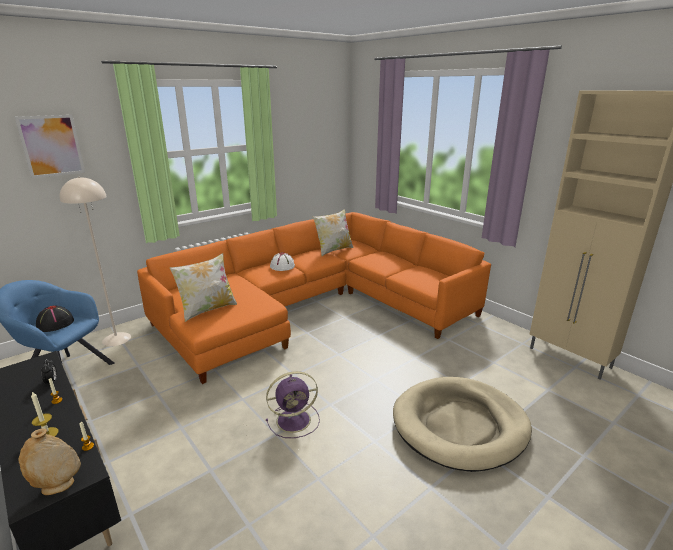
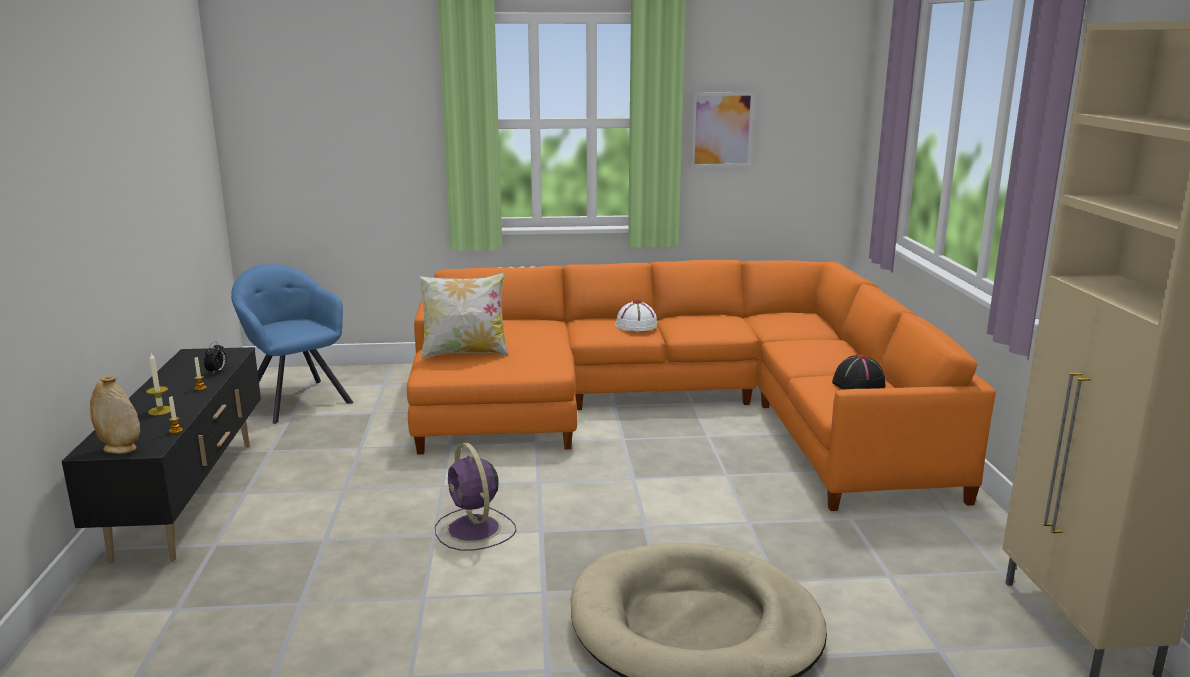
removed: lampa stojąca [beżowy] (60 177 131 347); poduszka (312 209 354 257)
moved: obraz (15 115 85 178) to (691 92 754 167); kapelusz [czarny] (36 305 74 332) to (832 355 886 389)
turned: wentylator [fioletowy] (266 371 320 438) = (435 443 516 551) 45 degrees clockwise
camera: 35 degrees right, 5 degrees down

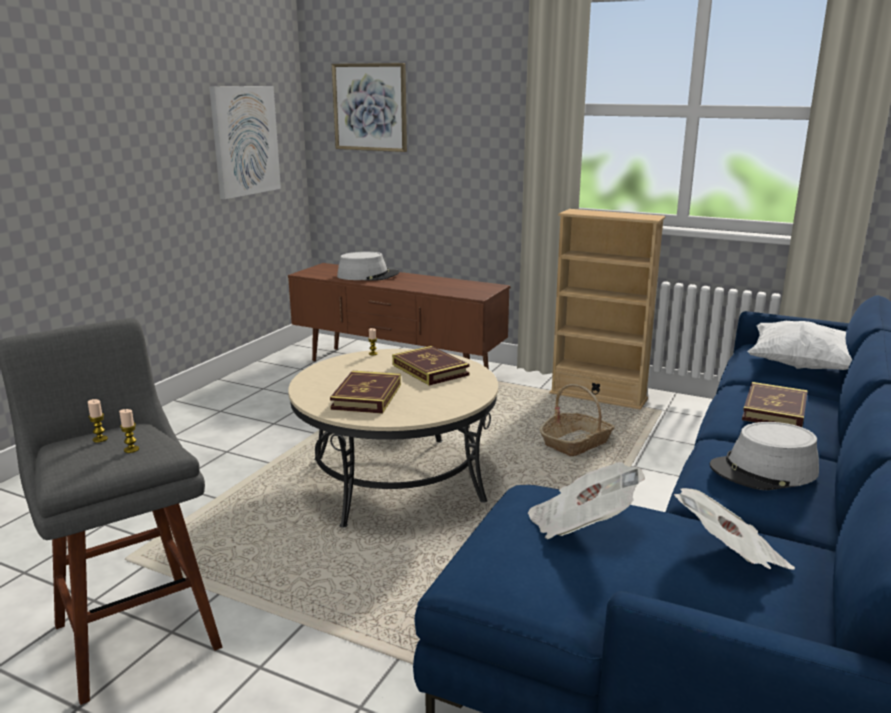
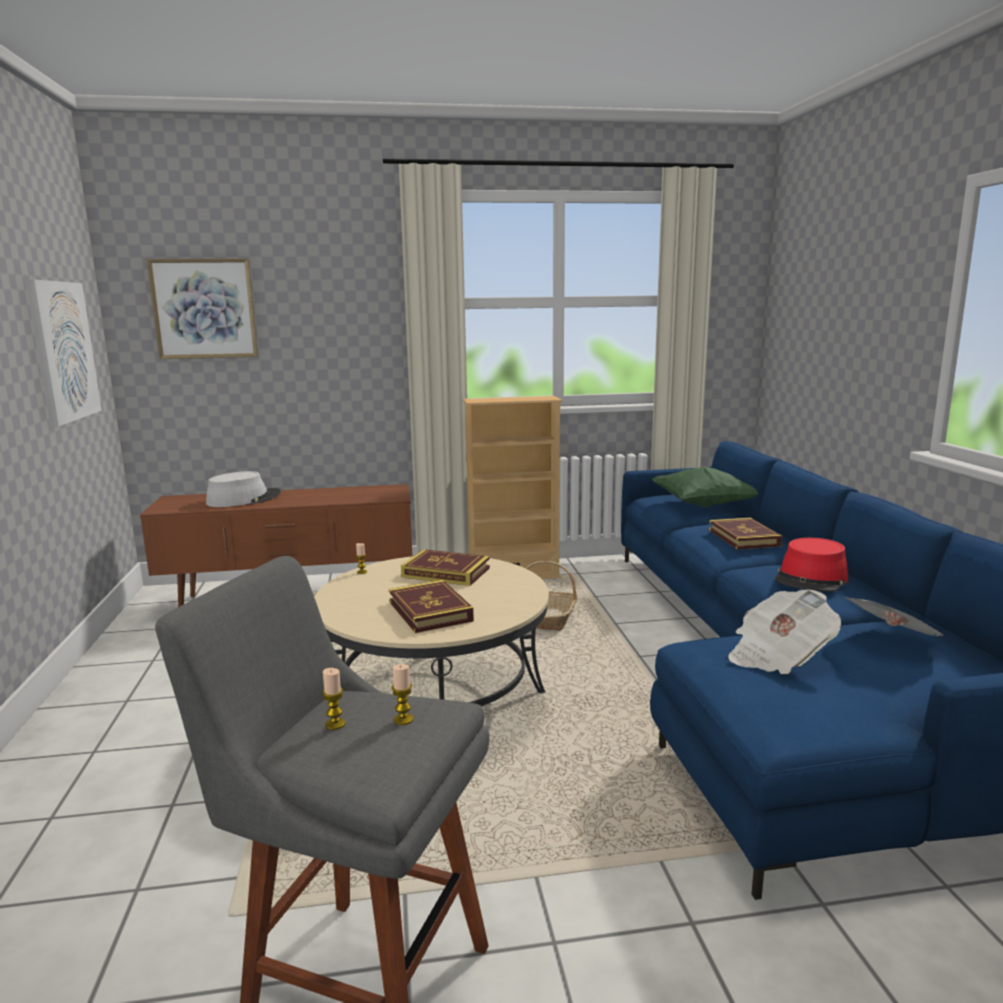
recoloured: kapelusz [szary] (710 422 819 490) to kapelusz [czerwony] (774 538 848 592); poduszka [biały] (747 321 852 370) to poduszka [zielony] (651 467 758 507)
camera: 35 degrees left, 5 degrees down

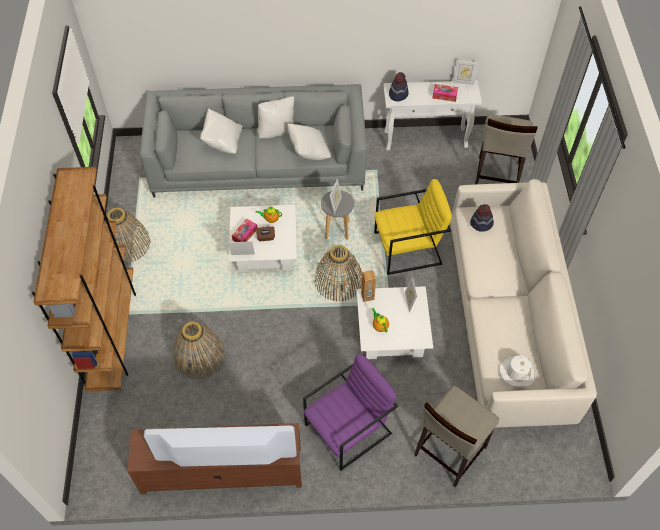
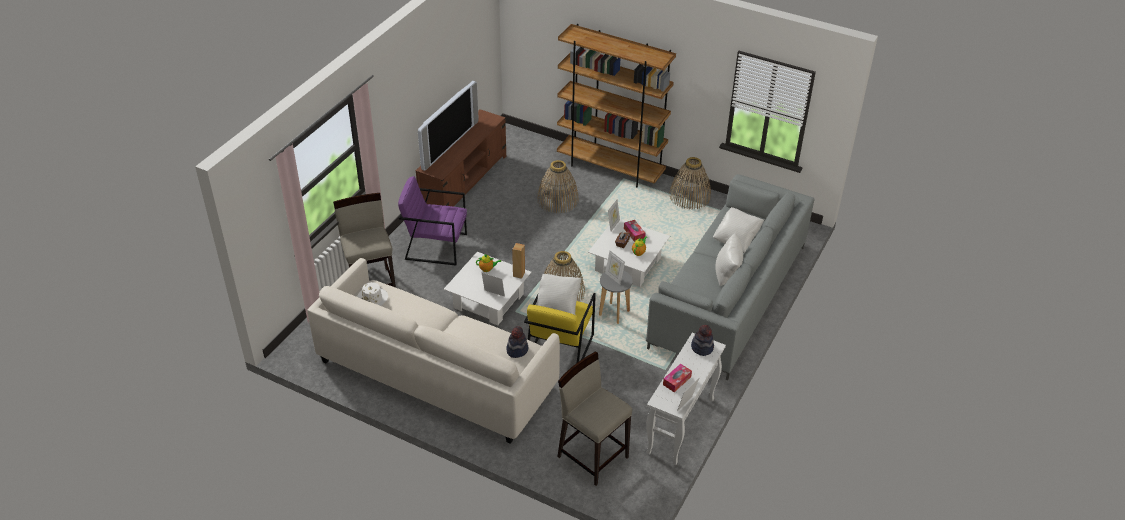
moved: poduszka [biały] (287 123 331 160) to (536 274 582 315)
turned: fotel [fioletowy] (303 354 398 471) = (398 176 467 266) 105 degrees clockwise
camera: 120 degrees right, 15 degrees down

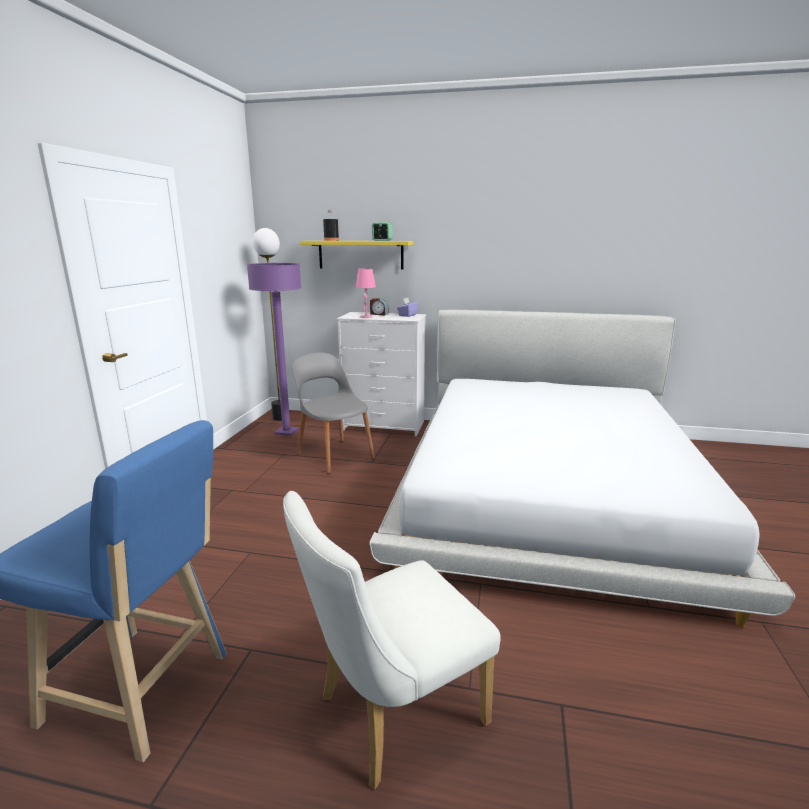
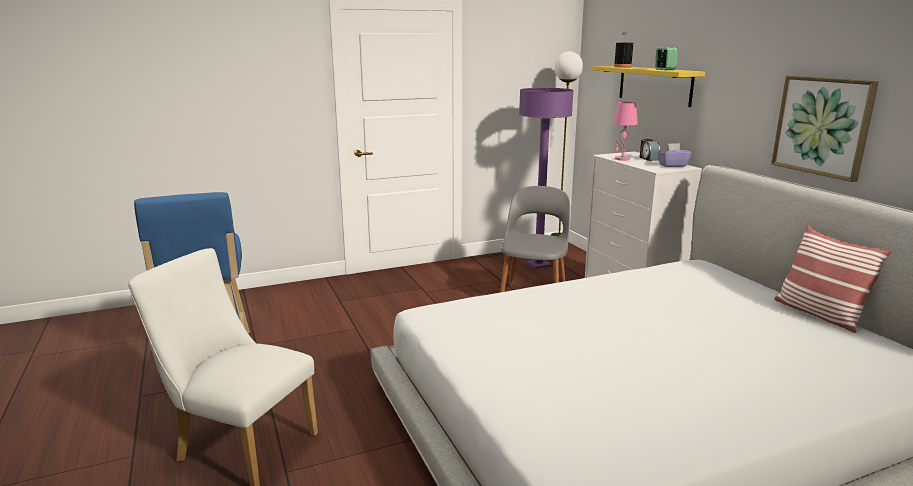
added: obraz (771 76 879 182); poduszka (774 226 891 333)
camera: 55 degrees right, 0 degrees up

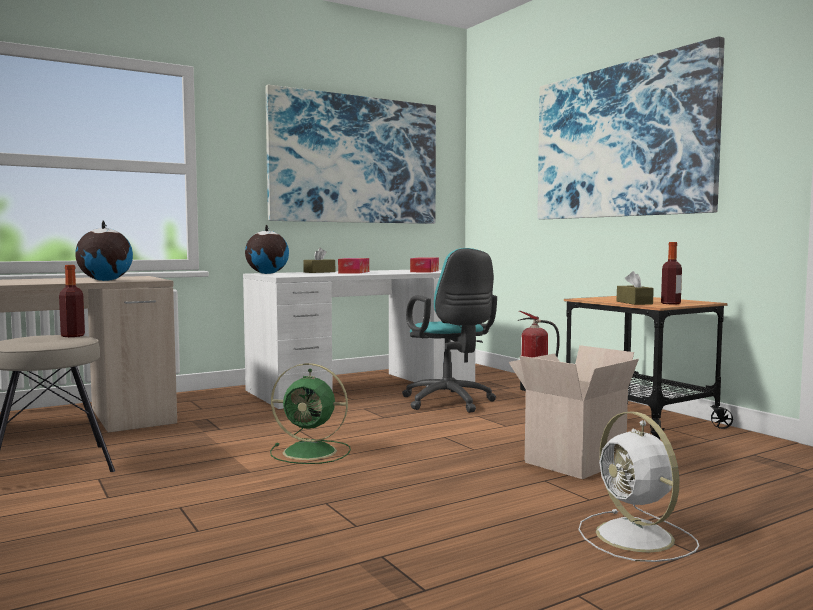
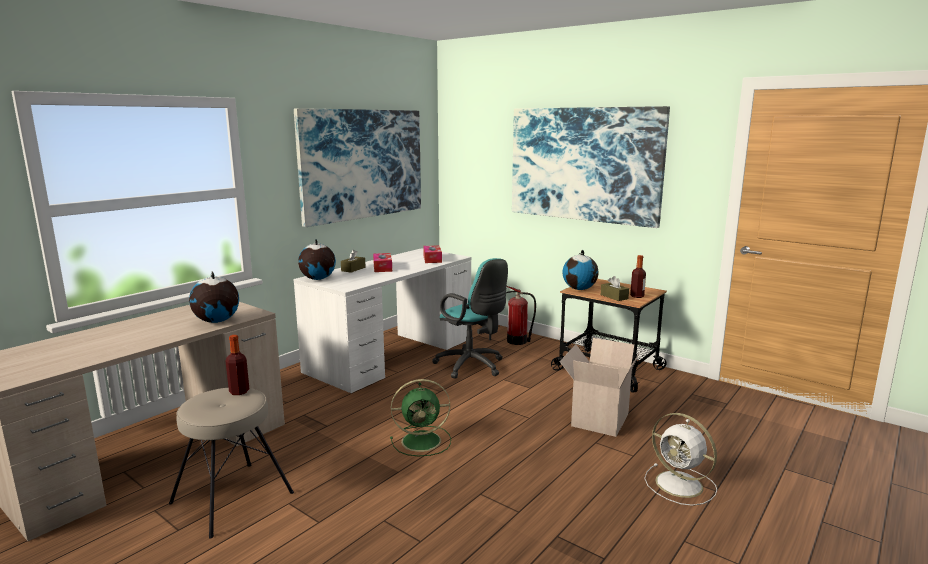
added: globus (562 250 599 290)
camera: 20 degrees left, 10 degrees up

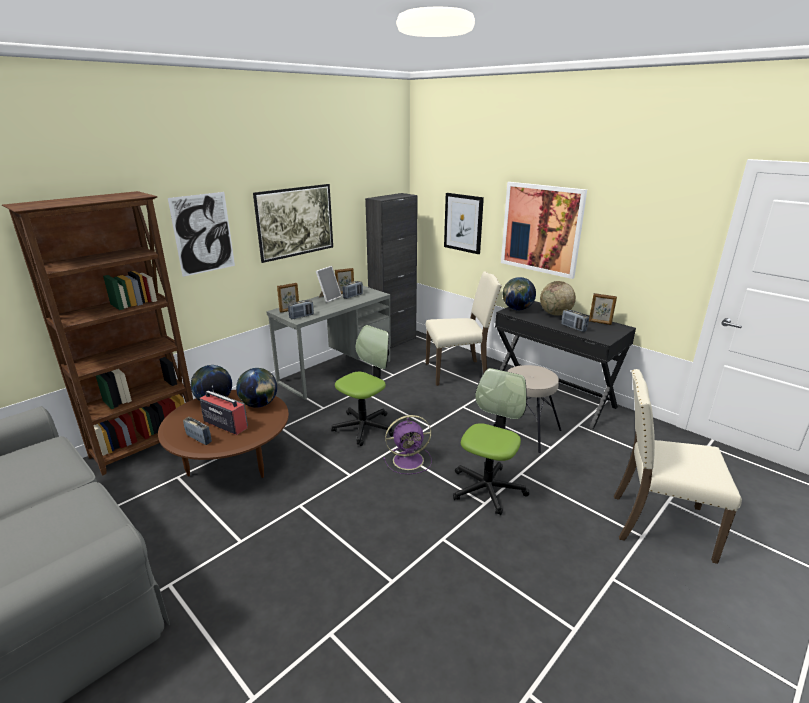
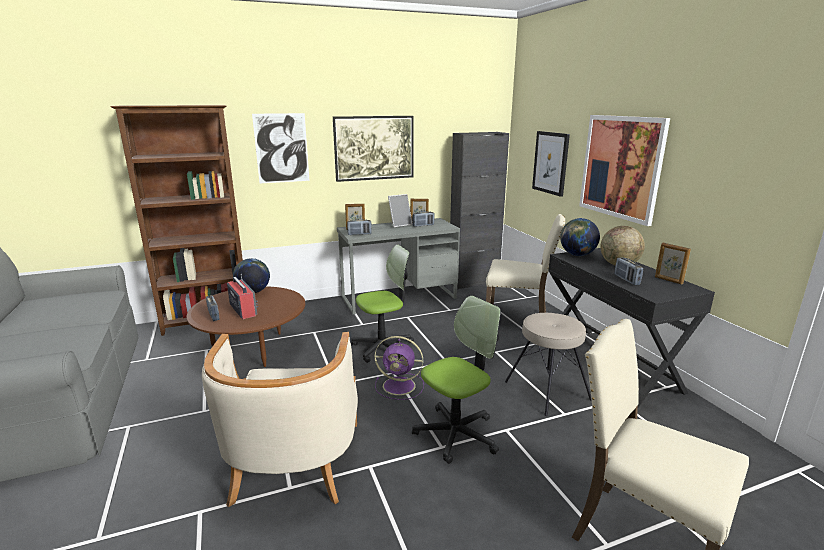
removed: globus (236 368 277 408)
added: fotel [beżowy] (202 332 358 507)
camera: 25 degrees right, 5 degrees down

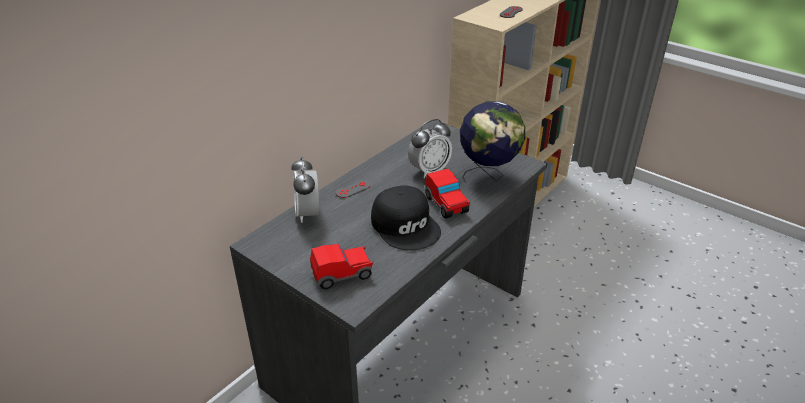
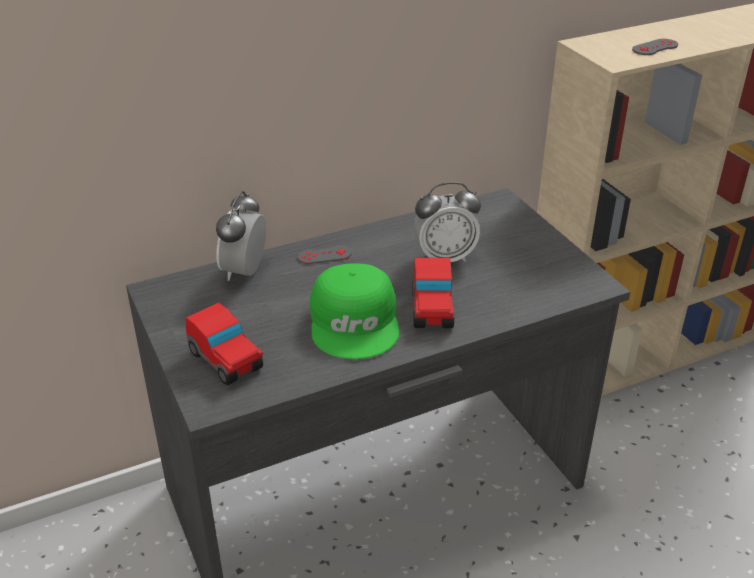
removed: globus (460 101 525 183)
recoloured: czapka z daszkiem [czarny] (371 185 441 251) to czapka z daszkiem [zielony] (310 263 399 359)
turned: samochodzik (310 244 373 289) = (186 302 263 385) 45 degrees clockwise
camera: 25 degrees right, 0 degrees up

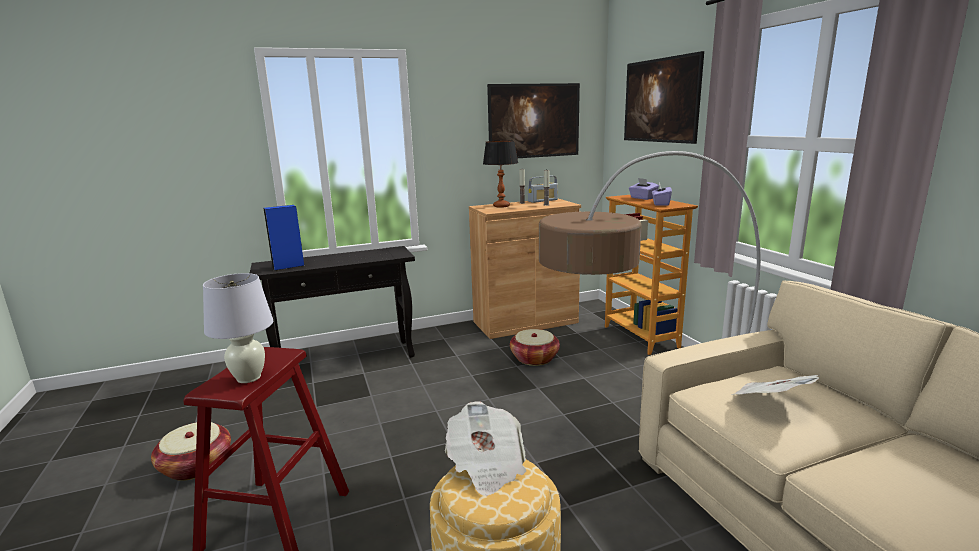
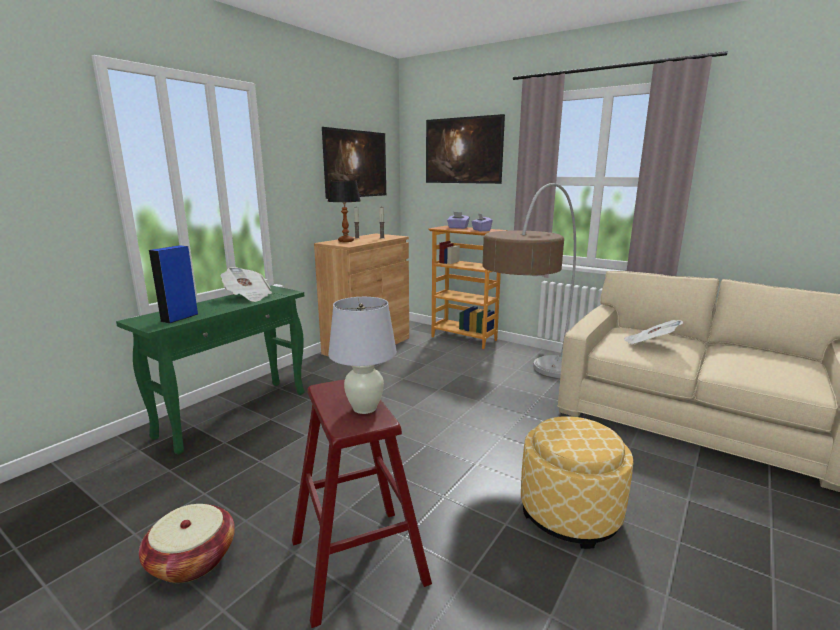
removed: koszyk (510 329 560 366); radio (528 176 558 203)
moved: gazeta (445 401 526 496) to (221 267 272 302)
recoloured: stolik konsolowy [czarny] (250 246 415 358) to stolik konsolowy [zielony] (116 285 305 455)
camera: 35 degrees left, 0 degrees up

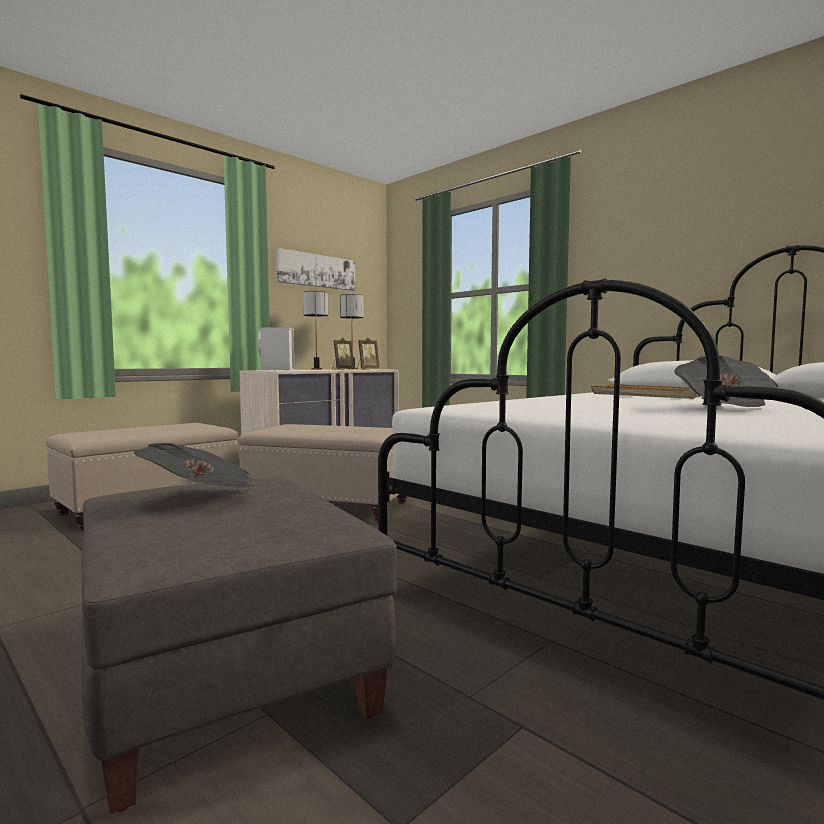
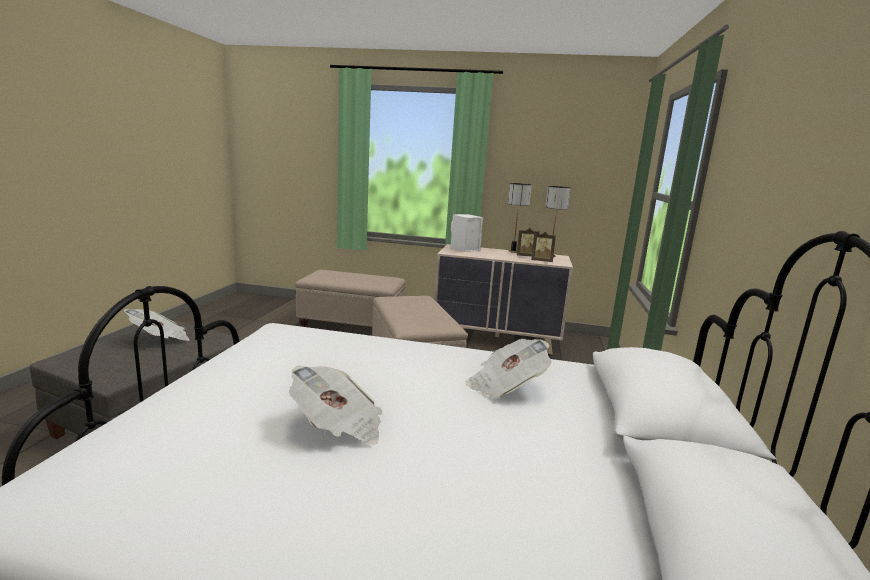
removed: obraz (276 248 355 291)
replaced: taca [beżowy] (591 384 700 399) to gazeta (466 339 551 398)
camera: 55 degrees right, 10 degrees up

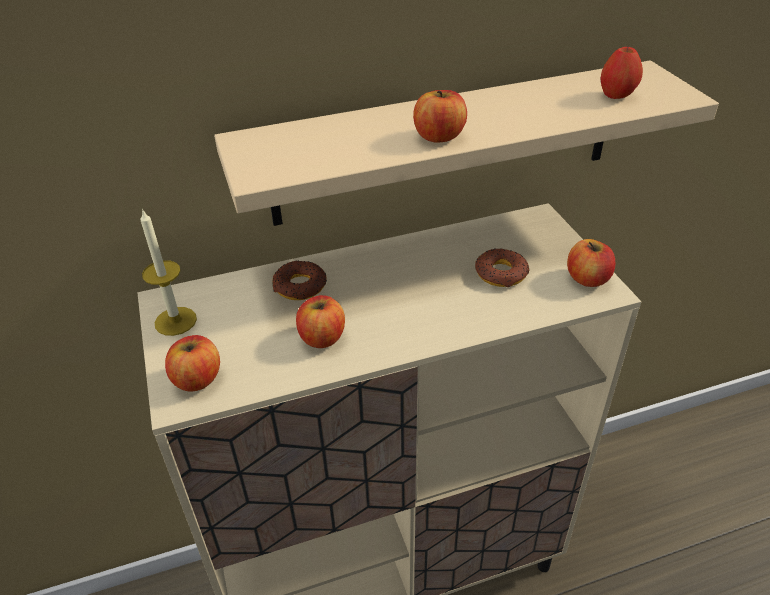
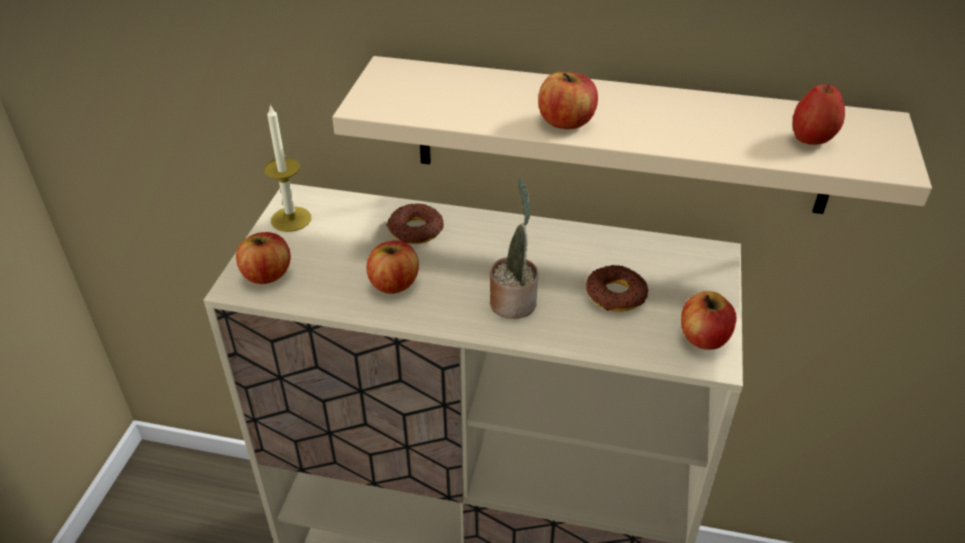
added: roślina doniczkowa (490 178 538 319)
camera: 30 degrees right, 0 degrees up

